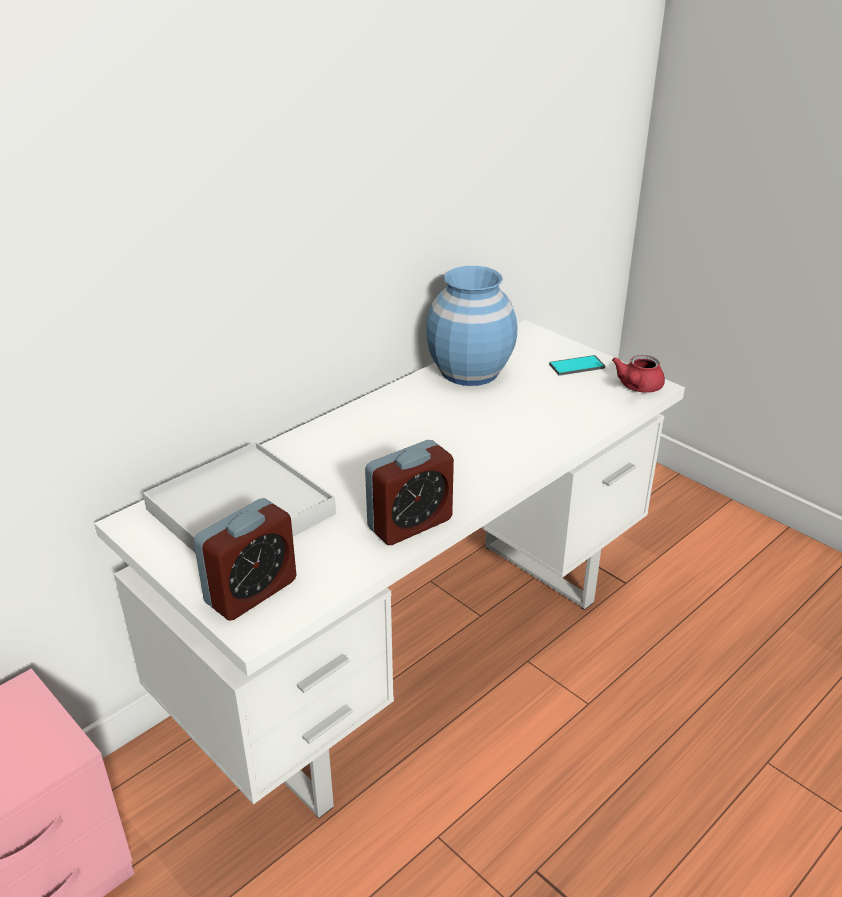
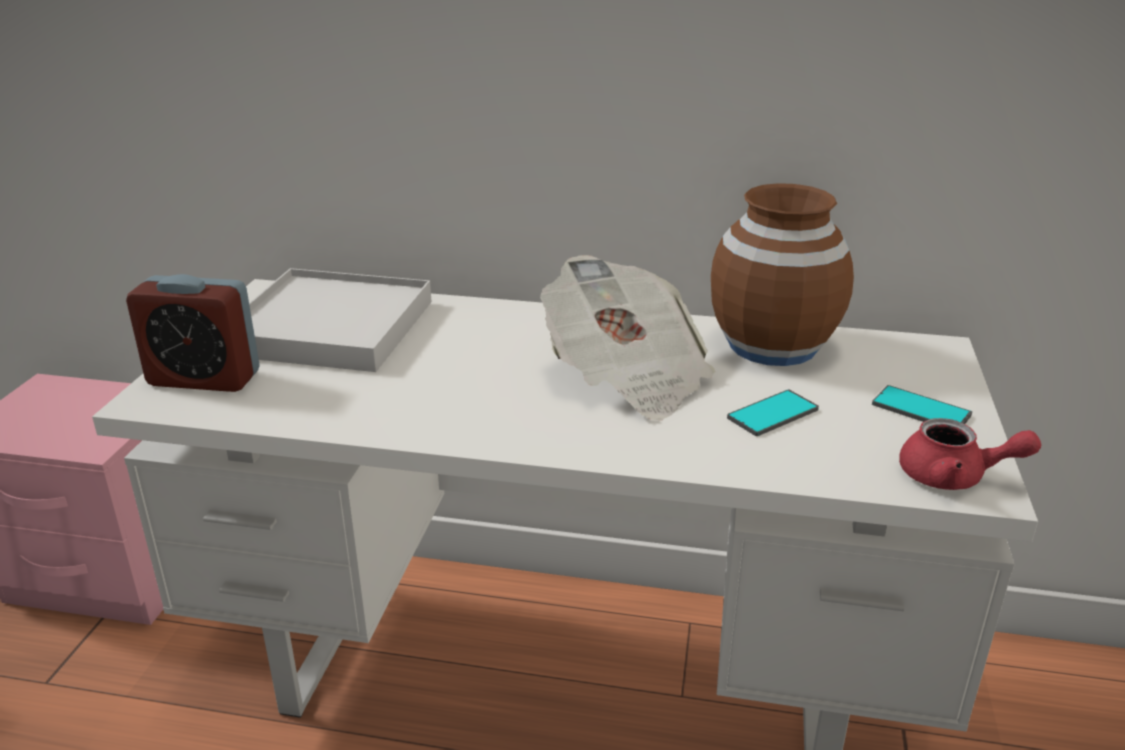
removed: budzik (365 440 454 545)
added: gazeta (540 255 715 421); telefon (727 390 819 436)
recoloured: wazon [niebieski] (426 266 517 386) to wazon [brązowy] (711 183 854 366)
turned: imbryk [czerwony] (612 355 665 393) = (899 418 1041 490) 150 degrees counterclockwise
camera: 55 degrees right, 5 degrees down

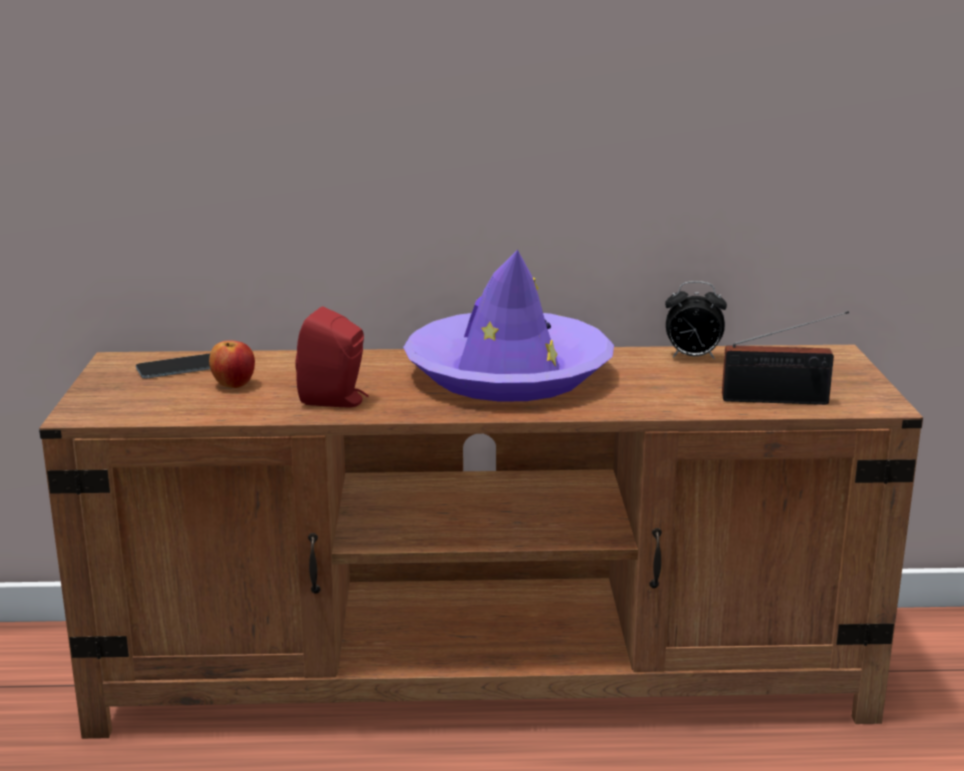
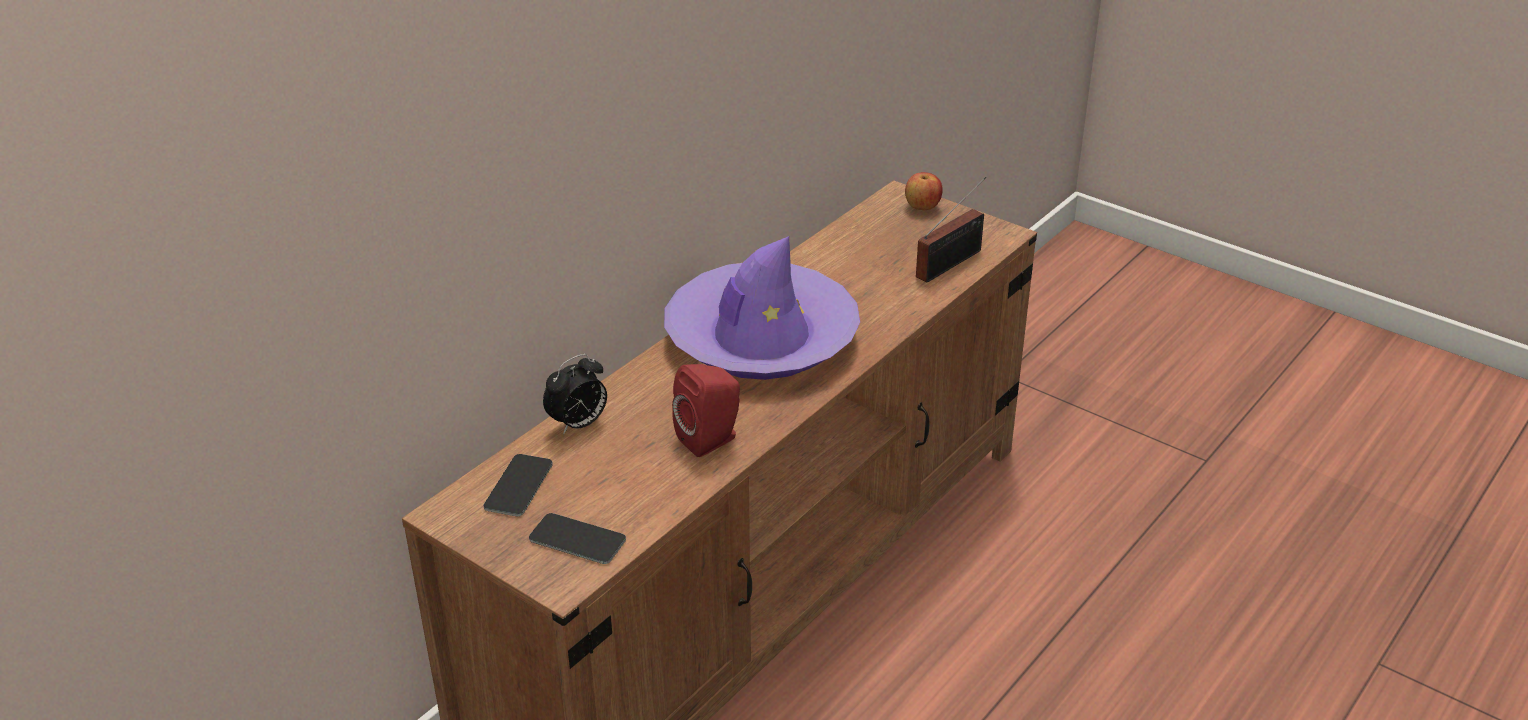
added: telefon (529 513 626 564)
moved: jabłko (209 340 255 388) to (905 172 943 210); budzik (665 281 727 360) to (543 354 607 434)
camera: 50 degrees left, 15 degrees up

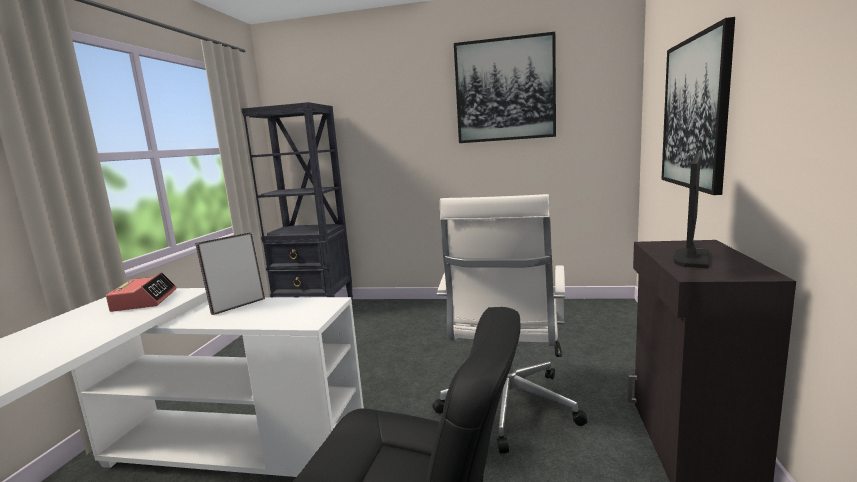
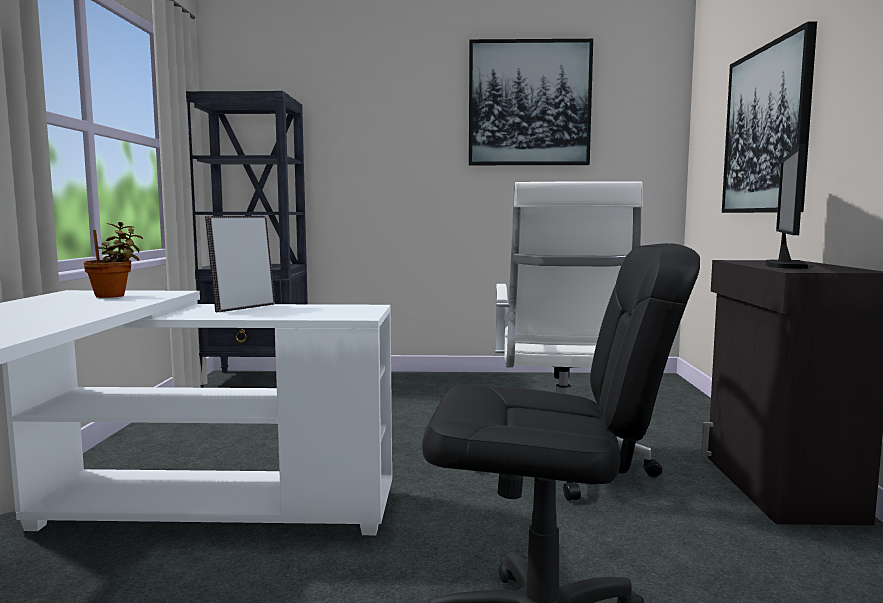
replaced: budzik (106 272 177 312) to roślina doniczkowa (84 222 143 298)
camera: 10 degrees left, 5 degrees down

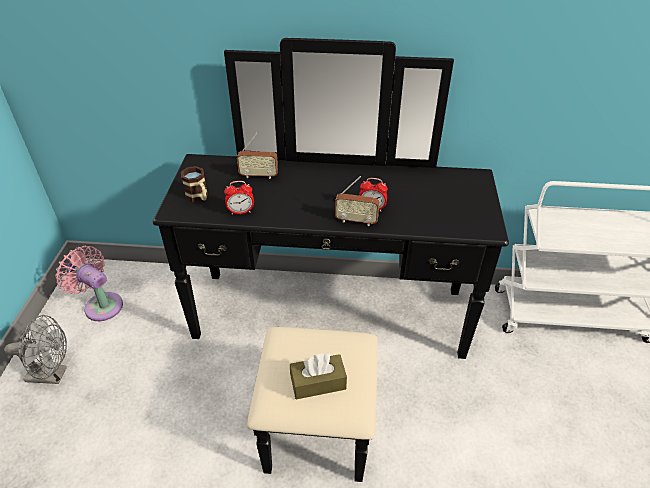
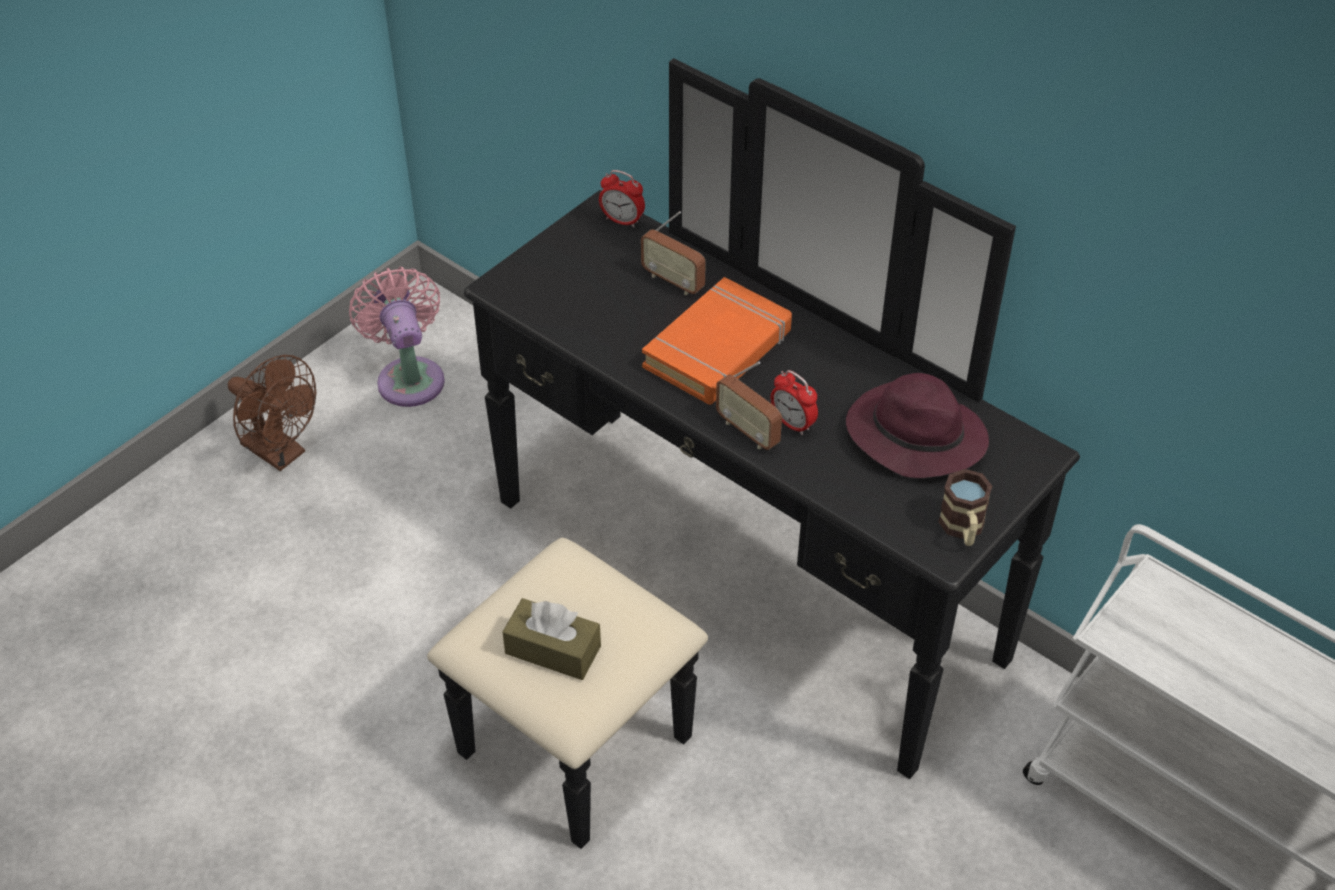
added: książka [pomarańczowy] (642 277 792 405); kapelusz [fioletowy] (846 373 989 478)
moved: kubek (181 166 208 201) to (938 469 992 546); budzik (224 181 254 215) to (599 170 645 228)
recoloured: wentylator [szary] (4 315 67 384) to wentylator [brązowy] (228 355 316 471)
camera: 35 degrees right, 5 degrees up

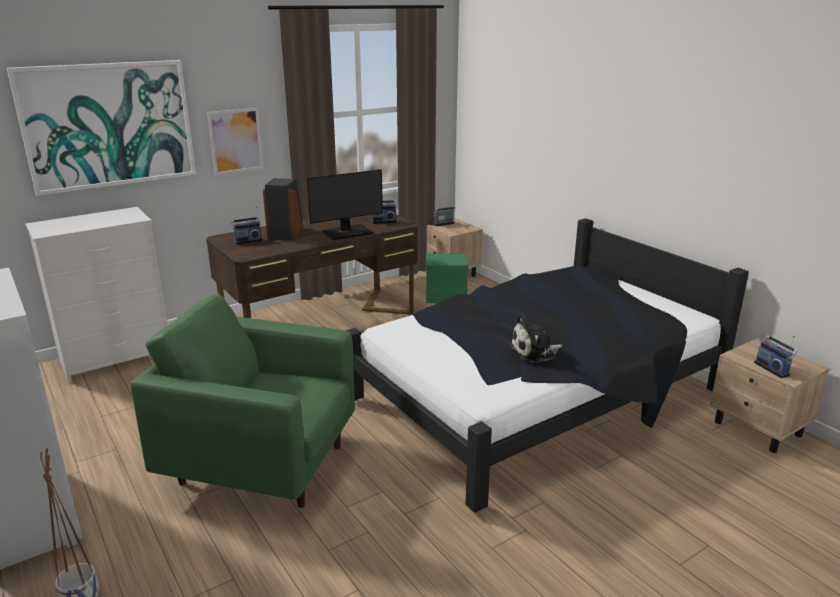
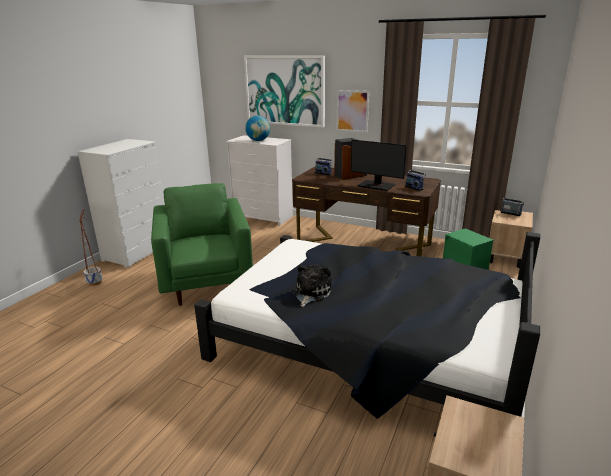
removed: radio (754 335 798 378)
added: globus (245 116 270 141)
turned: pluszak (509 314 563 363) = (294 264 332 307) 75 degrees clockwise
camera: 60 degrees right, 0 degrees up

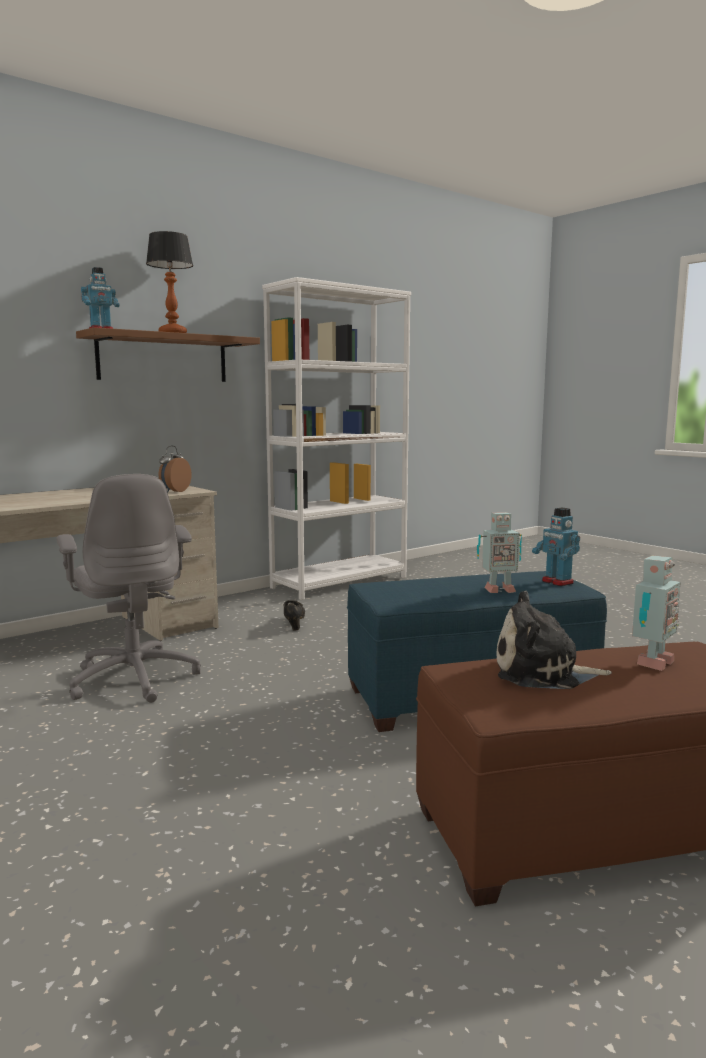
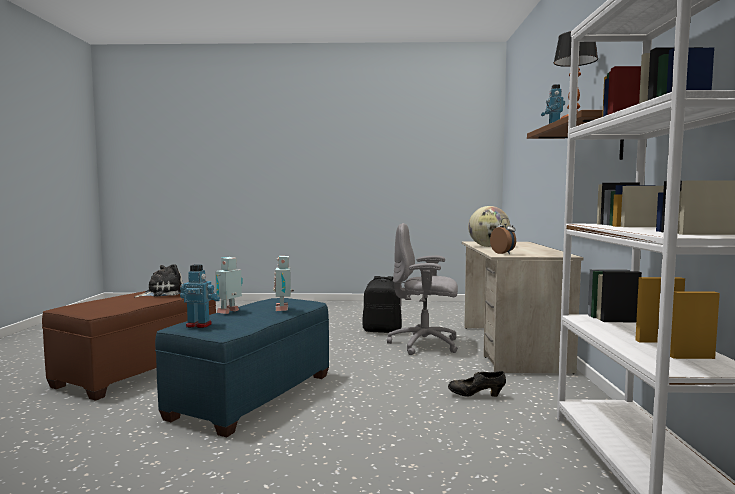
added: plecak [czarny] (362 276 402 333); globus (468 206 510 247)
moved: robot zabawkowy (632 556 681 671) to (273 256 294 311)
turned: but [czarny] (283 600 305 631) = (448 371 506 397) 150 degrees clockwise
camera: 130 degrees right, 5 degrees down

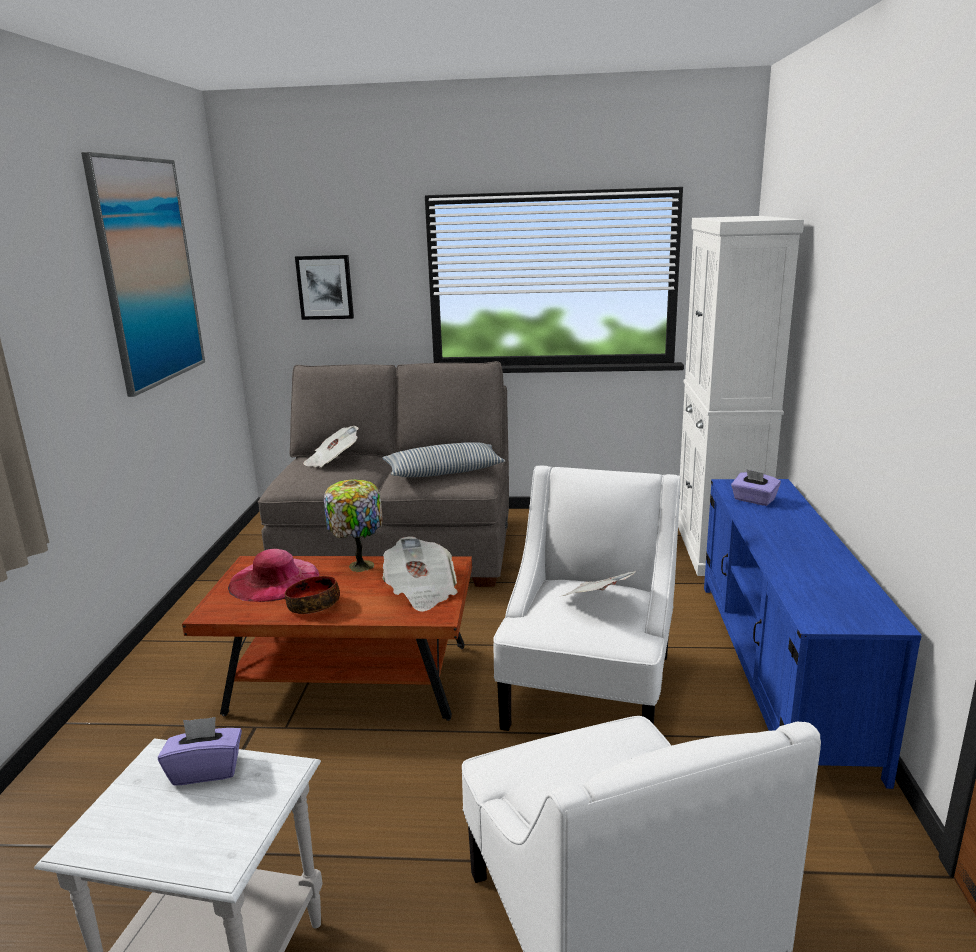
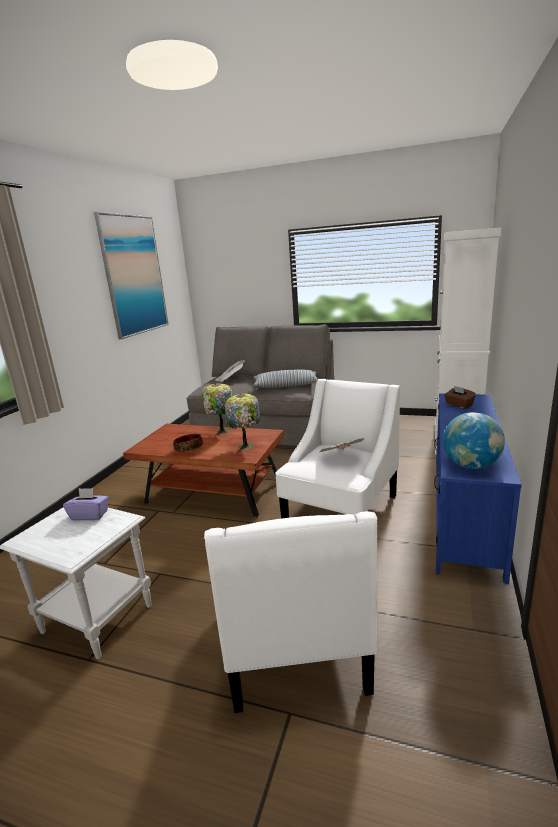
removed: kapelusz [różowy] (228 549 319 602); obraz (295 255 354 320)
added: globus (443 412 505 469)
replaced: gazeta (382 537 458 612) to lampa stołowa (225 393 260 450)
recoloured: pudełko chusteczek [fioletowy] (731 469 781 506) to pudełko chusteczek [brązowy] (444 386 476 409)
camera: 15 degrees right, 0 degrees up

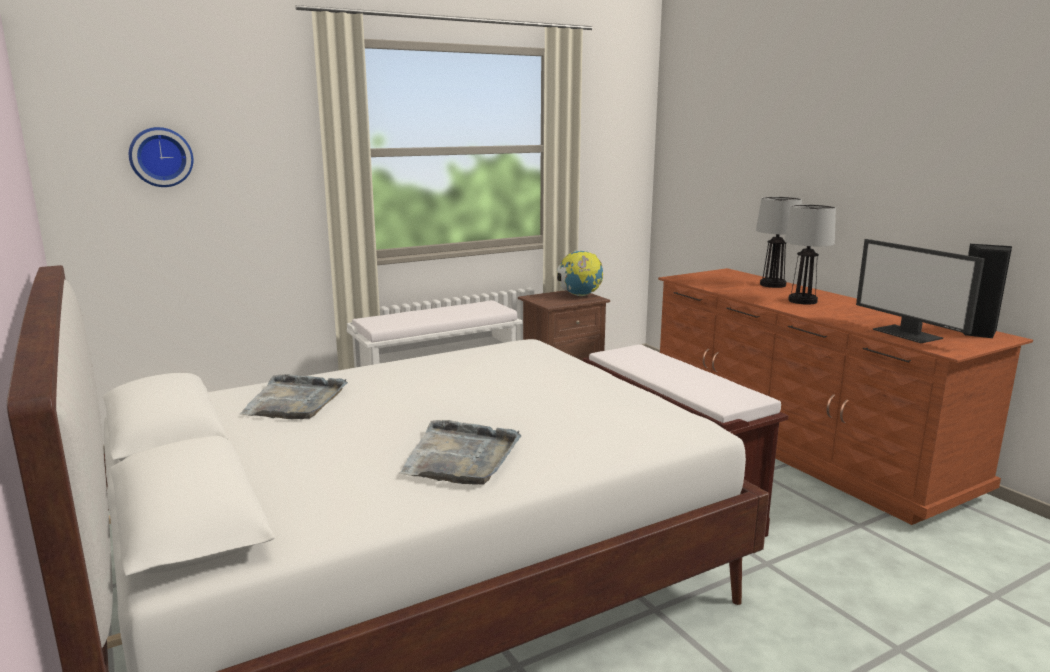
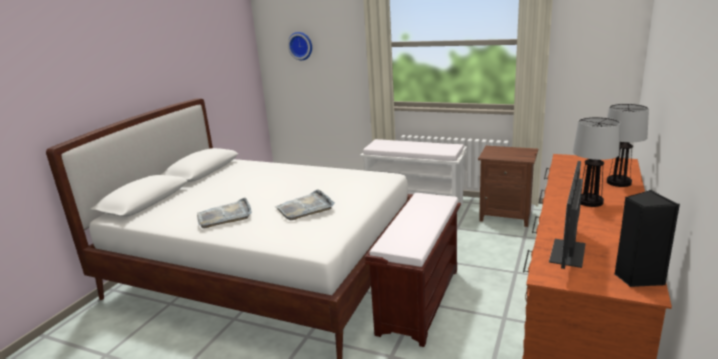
removed: globus (557 251 603 296)
moved: taca [szary] (240 374 348 419) to (275 189 335 221)
camera: 55 degrees right, 5 degrees up

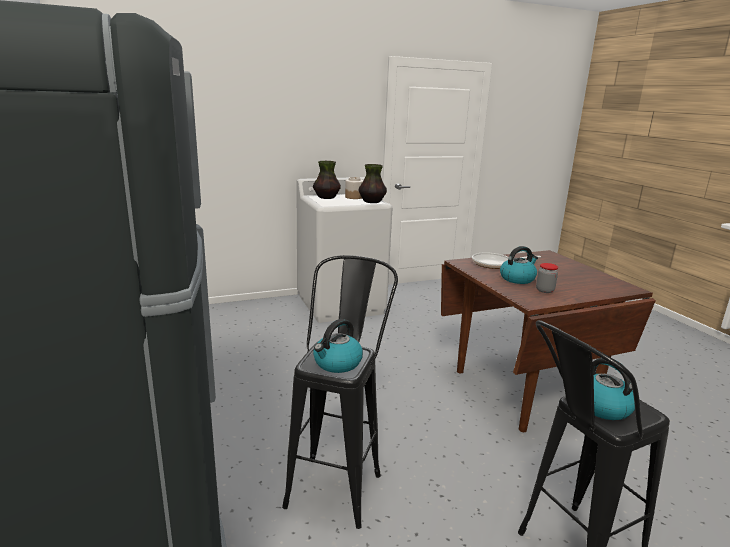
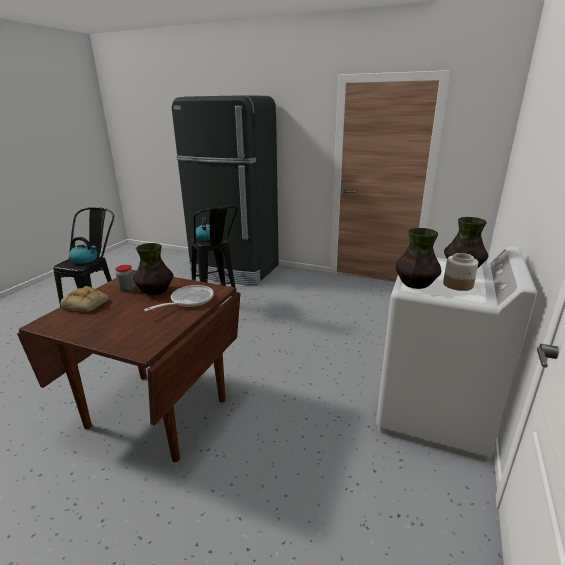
added: chleb (60 286 109 312)
replaced: czajnik (500 246 538 284) to wazon (133 243 173 295)
camera: 135 degrees right, 5 degrees up

